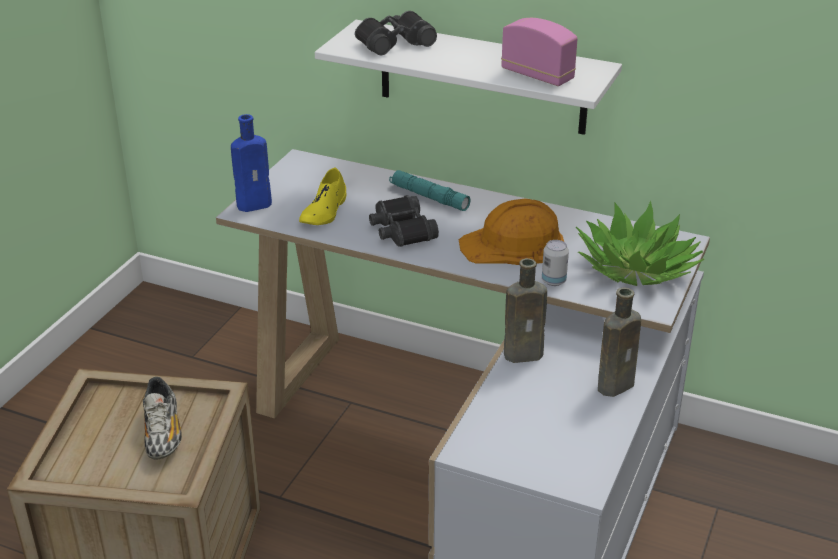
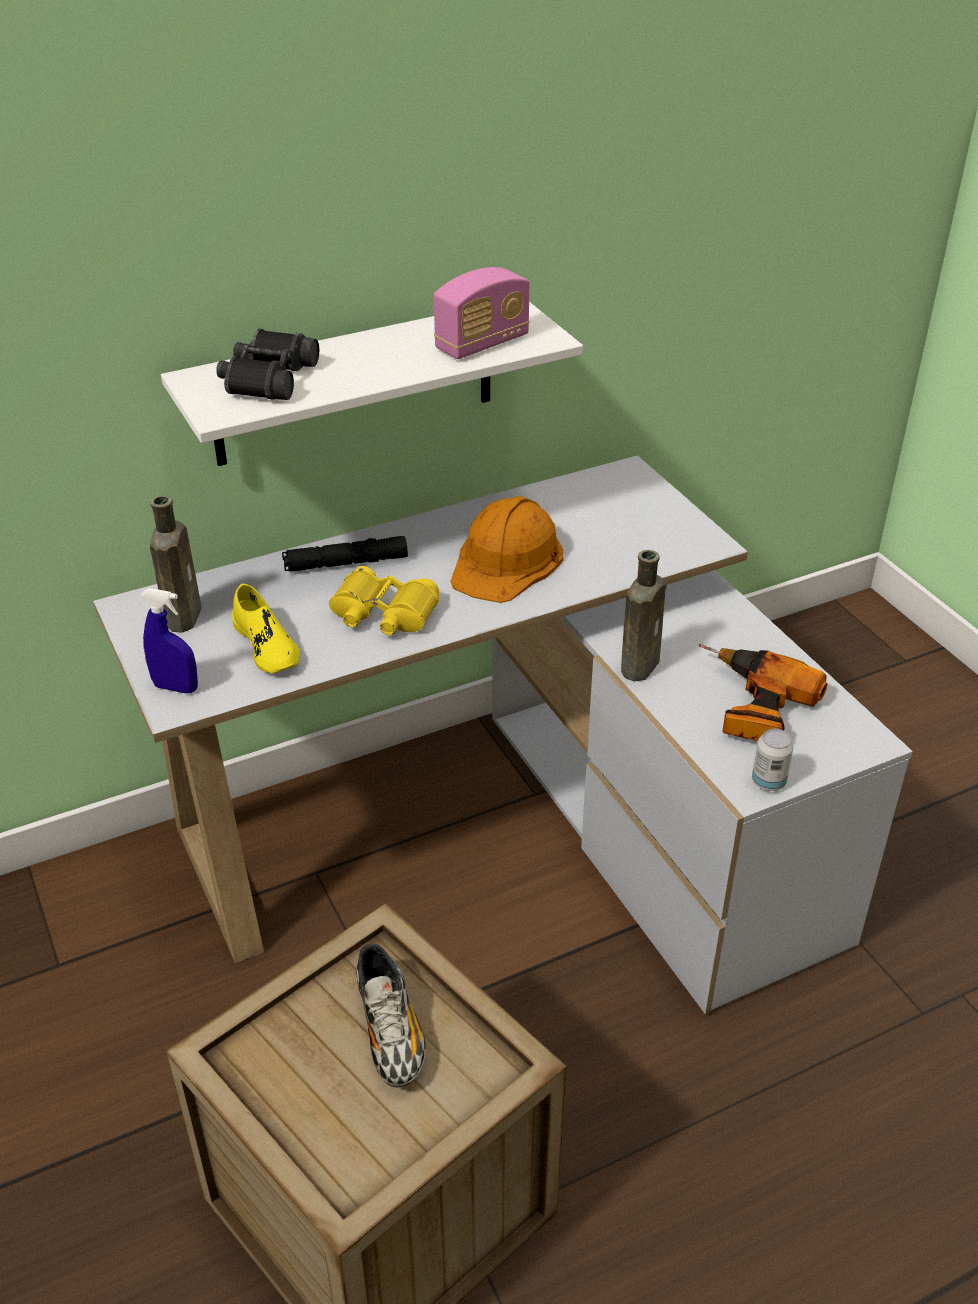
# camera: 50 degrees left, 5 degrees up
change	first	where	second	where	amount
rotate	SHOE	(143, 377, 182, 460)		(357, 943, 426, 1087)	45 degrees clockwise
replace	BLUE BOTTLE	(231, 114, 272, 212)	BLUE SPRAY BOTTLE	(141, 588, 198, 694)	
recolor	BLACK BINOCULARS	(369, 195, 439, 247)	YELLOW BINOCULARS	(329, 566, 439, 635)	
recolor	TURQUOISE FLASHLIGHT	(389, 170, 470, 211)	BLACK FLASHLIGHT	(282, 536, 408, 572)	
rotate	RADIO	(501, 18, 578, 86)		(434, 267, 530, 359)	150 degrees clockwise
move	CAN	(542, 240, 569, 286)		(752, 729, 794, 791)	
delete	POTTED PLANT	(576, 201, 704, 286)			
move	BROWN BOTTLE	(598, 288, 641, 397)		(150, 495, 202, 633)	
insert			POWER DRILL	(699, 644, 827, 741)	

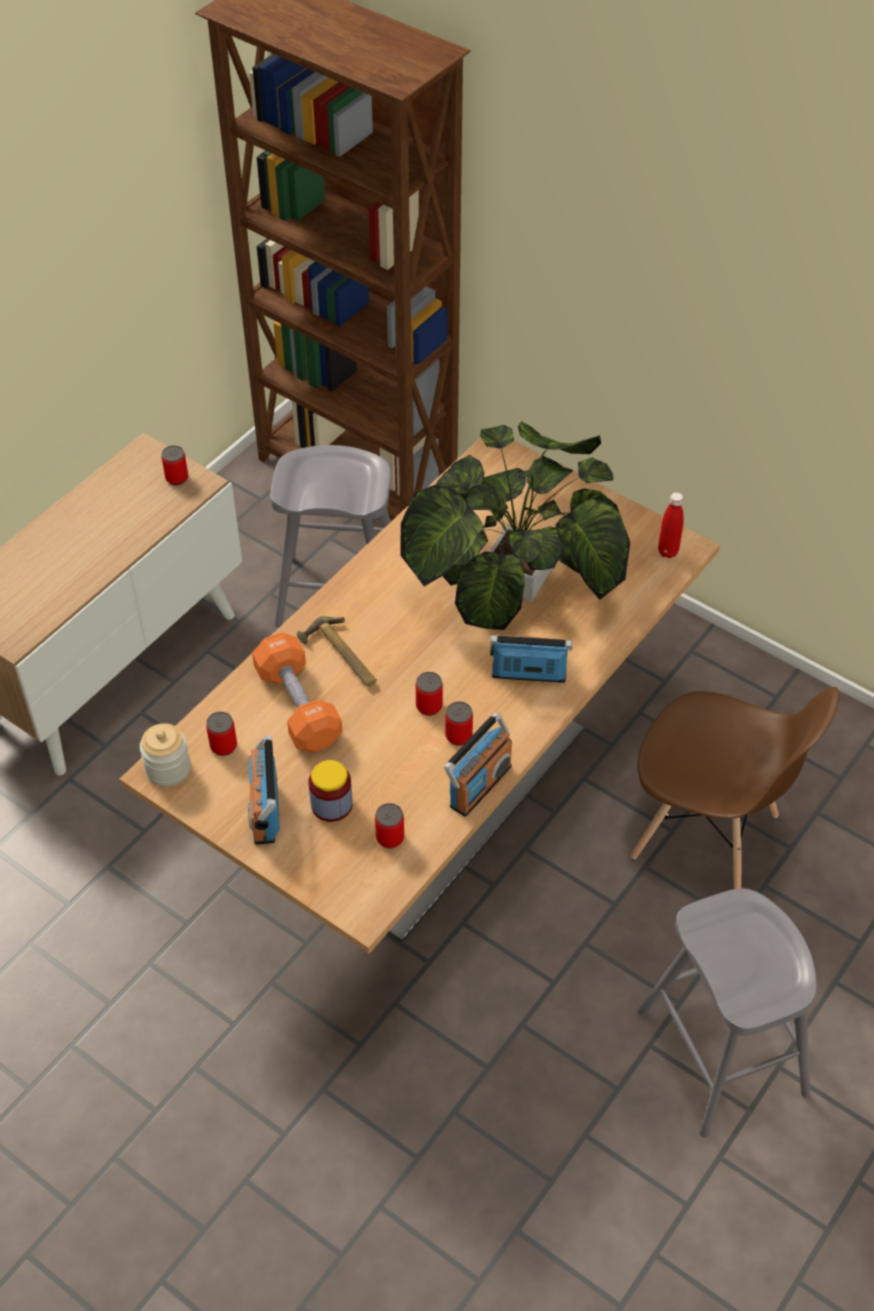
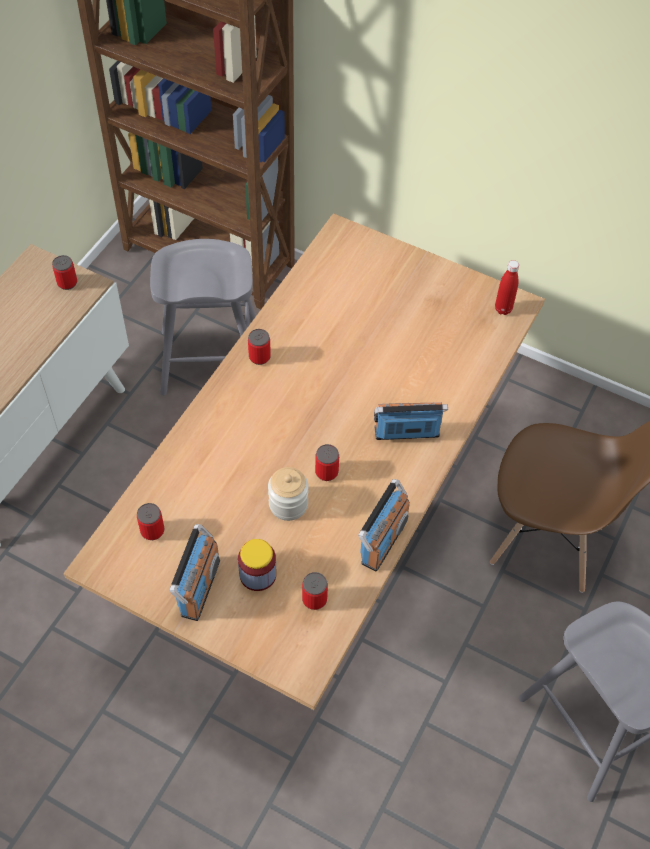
# camera: 10 degrees left, 5 degrees up
change	first	where	second	where	amount
move	JAR	(140, 723, 191, 787)		(268, 467, 309, 521)	
rotate	RADIO	(248, 735, 280, 845)		(170, 524, 220, 621)	150 degrees counterclockwise
delete	ORANGE DUMBBELL	(252, 632, 342, 752)			
delete	HAMMER	(297, 616, 377, 687)			
delete	POTTED PLANT	(401, 421, 630, 630)			
move	CAN	(445, 701, 473, 746)		(248, 329, 271, 365)	

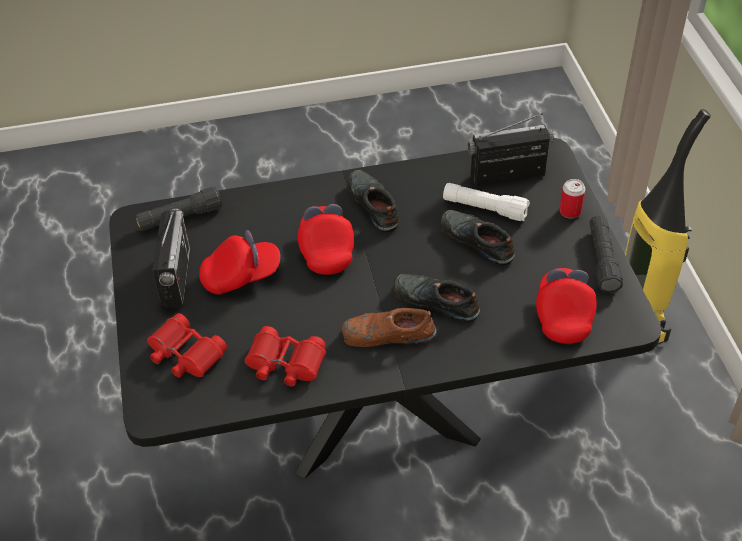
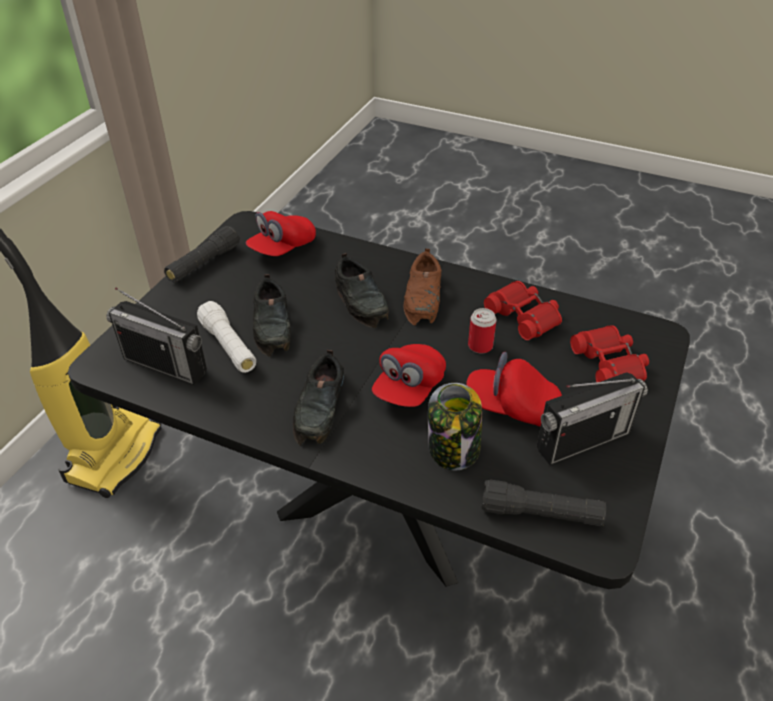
# camera: 145 degrees left, 5 degrees down
change	first	where	second	where	amount
rotate	RADIO	(152, 209, 190, 307)		(537, 372, 648, 465)	150 degrees counterclockwise
rotate	BROWN SHOE	(340, 308, 436, 347)		(403, 248, 441, 326)	60 degrees clockwise
move	CAN	(559, 179, 586, 219)		(468, 308, 496, 354)	
insert			JAR	(428, 383, 482, 470)	

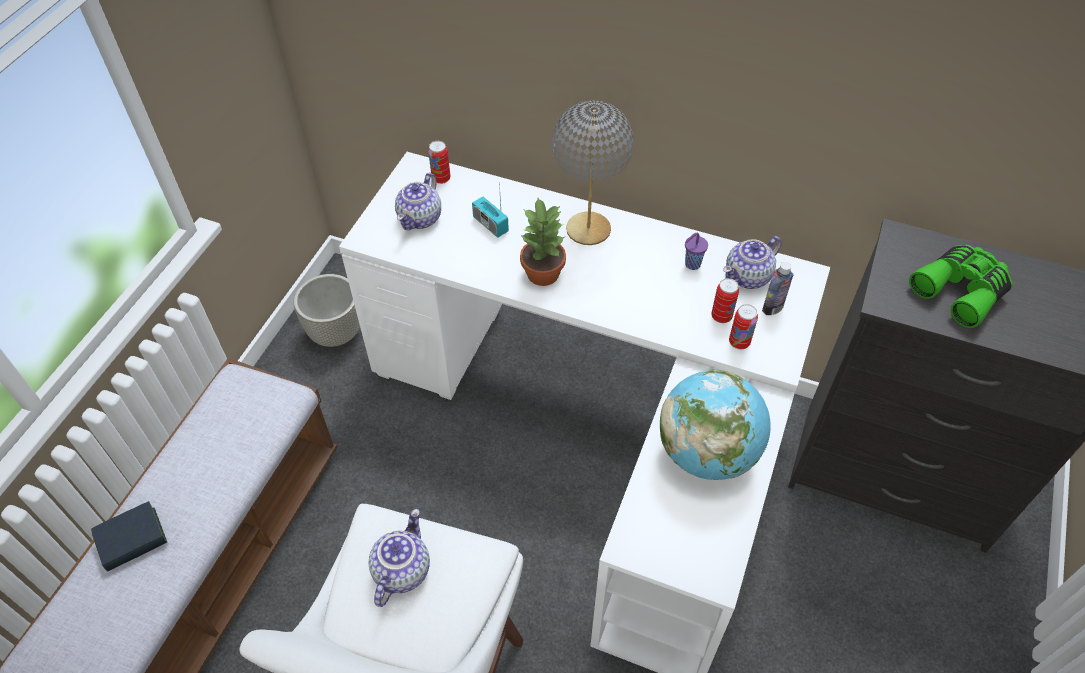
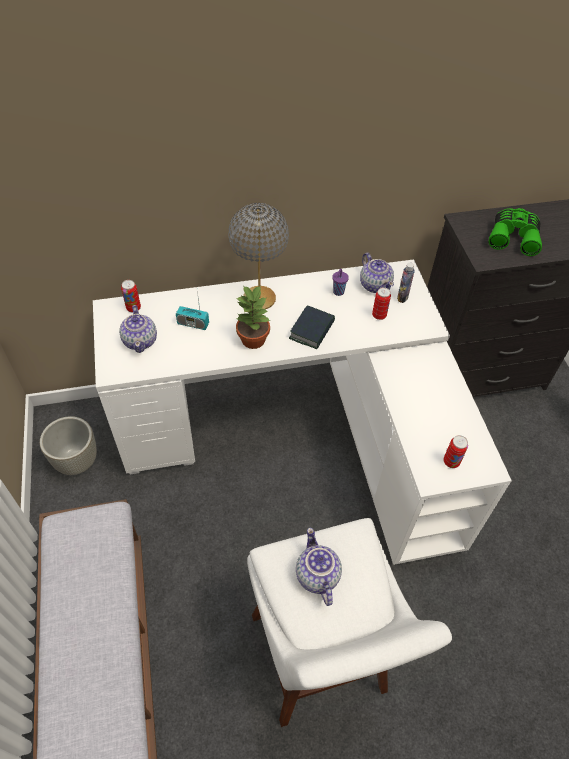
# camera: 35 degrees left, 0 degrees up
change	first	where	second	where	amount
move	BOOK	(91, 501, 167, 571)		(289, 305, 335, 349)	
delete	GLOBE	(660, 370, 771, 480)			
rotate	TEAPOT	(723, 236, 782, 289)		(360, 253, 394, 293)	45 degrees counterclockwise
move	CAN	(729, 304, 758, 349)		(444, 435, 468, 468)	

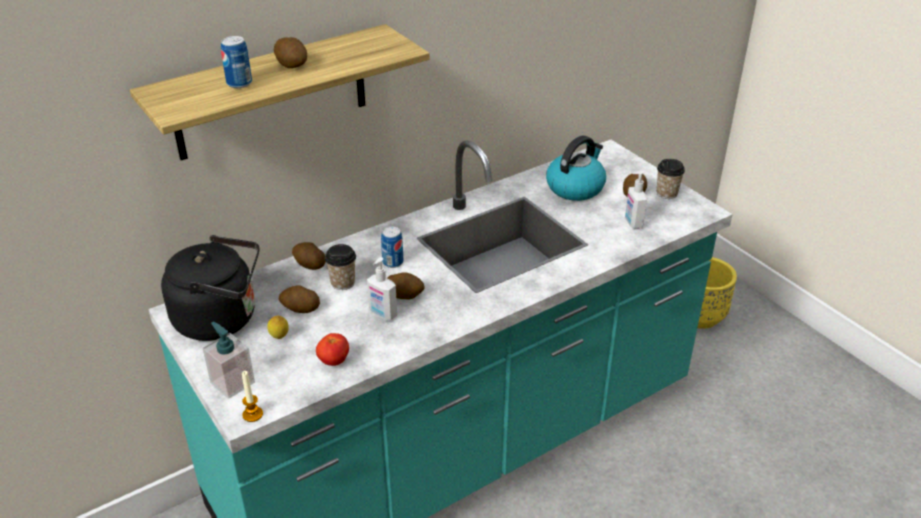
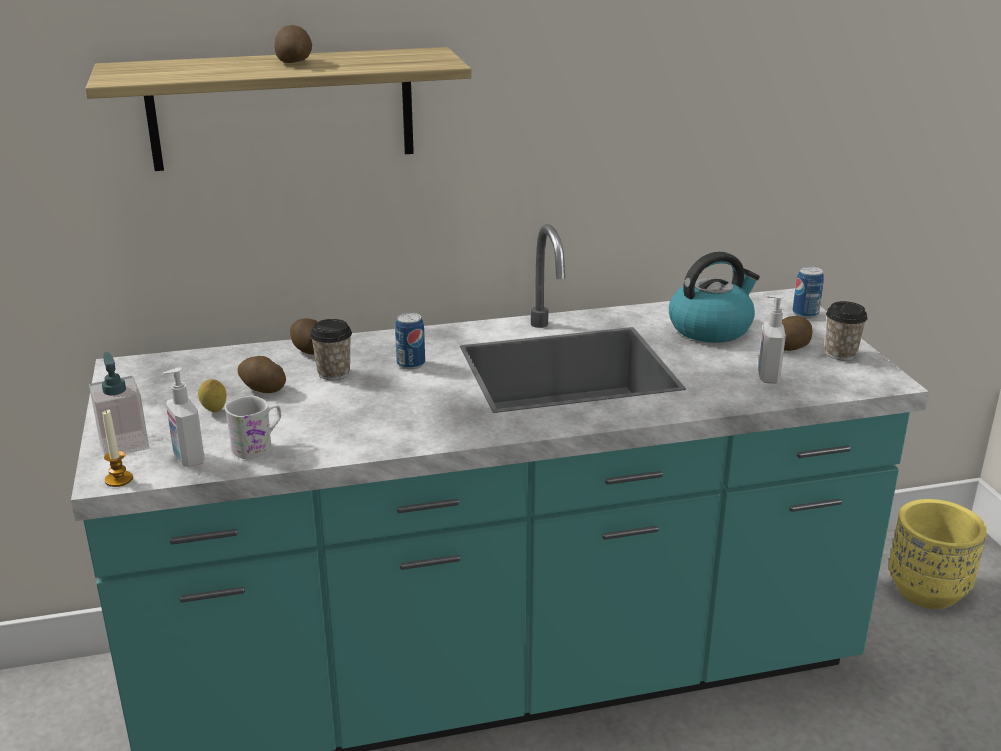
# camera: 20 degrees right, 10 degrees down
change	first	where	second	where	amount
delete	BLACK KETTLE	(161, 235, 259, 341)			
move	CAN	(221, 36, 252, 88)		(792, 266, 824, 318)	
replace	TOMATO	(316, 333, 349, 366)	WHITE MUG	(224, 396, 281, 459)	
move	SOAP DISPENSER	(367, 257, 397, 320)		(162, 367, 205, 468)	
delete	POTATO	(387, 272, 425, 300)			

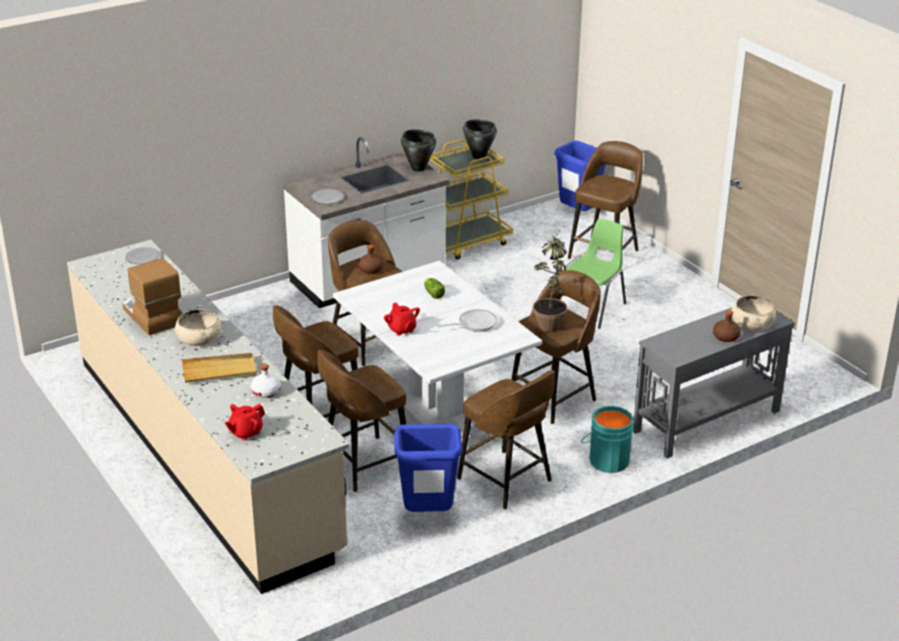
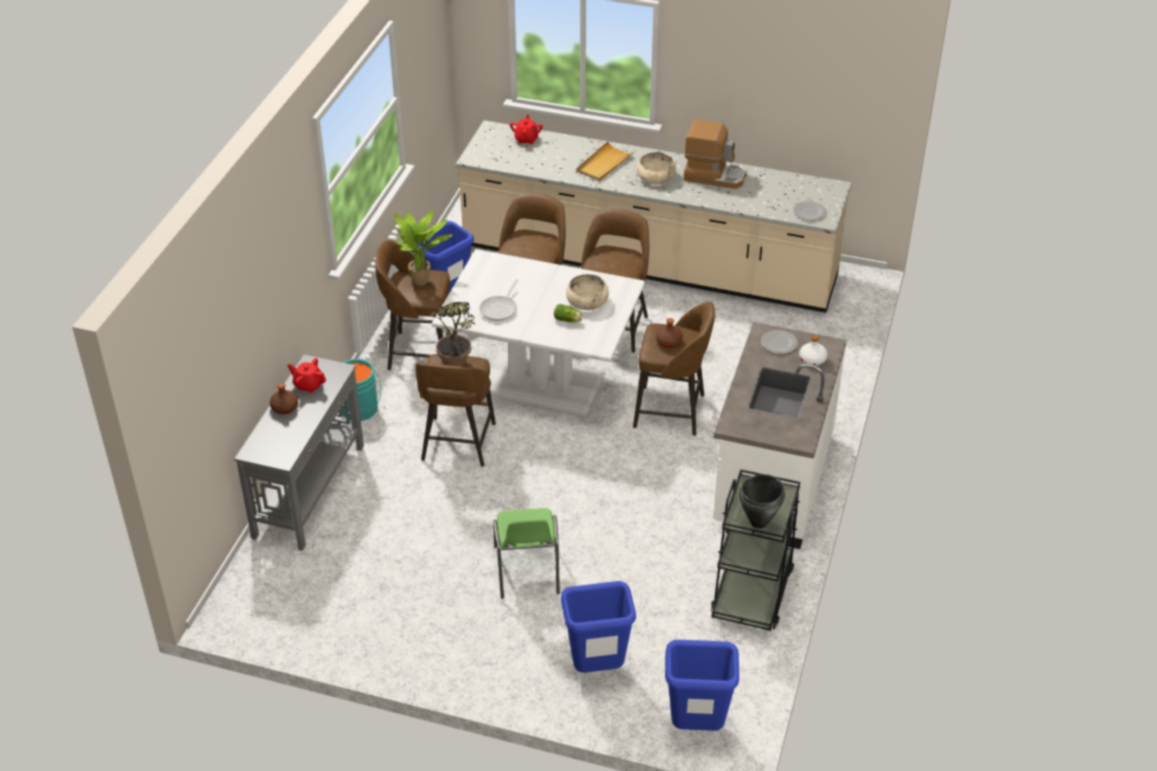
# camera: 140 degrees right, 10 degrees up
change	first	where	second	where	amount
move	WHITE BOTTLE	(251, 364, 281, 398)		(799, 335, 827, 366)	
move	RED TEAPOT	(384, 302, 420, 336)		(287, 358, 326, 393)	
delete	BLACK COOKING POT	(401, 129, 436, 171)			
recolor	YELLOW CART	(430, 139, 513, 260)	BLACK CART	(711, 469, 800, 631)	
replace	BROWN STOOL	(568, 141, 643, 259)	BLUE TRASH CAN	(561, 581, 636, 673)	
move	BEIGE BOWL	(731, 296, 776, 331)		(566, 274, 609, 310)	
insert			POTTED PLANT	(394, 209, 453, 286)	

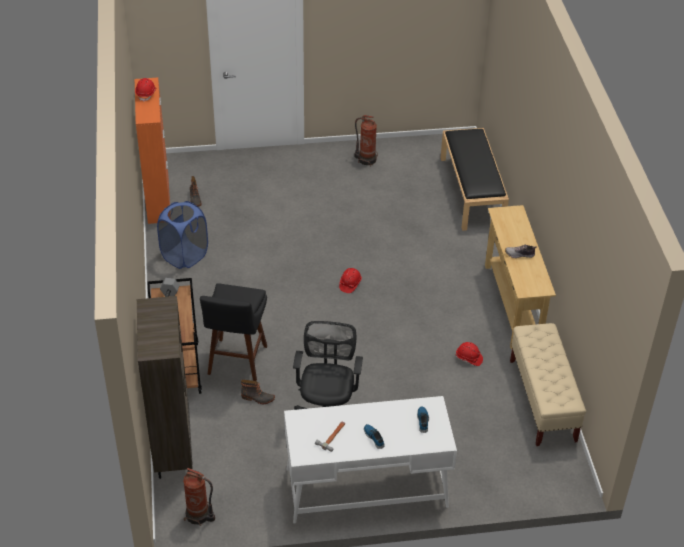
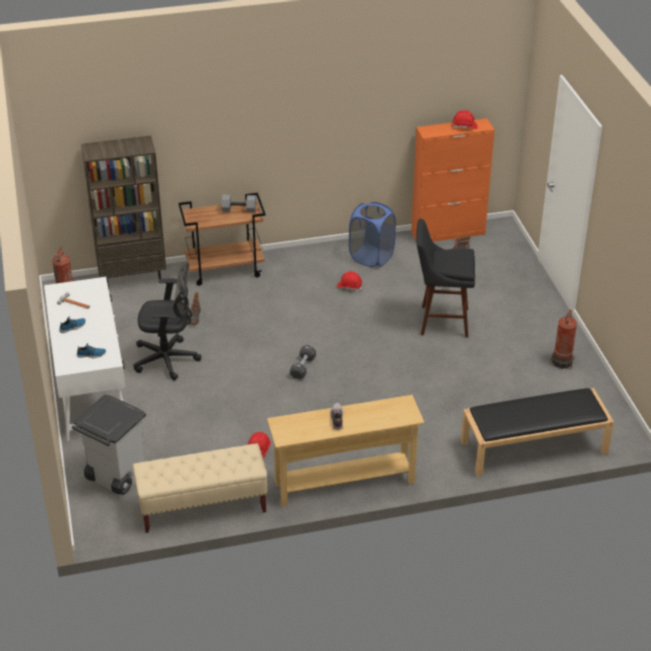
# camera: 85 degrees right, 5 degrees down
change	first	where	second	where	amount
move	BLACK STOOL	(200, 284, 267, 381)		(416, 219, 475, 338)	
move	RED HARD HAT	(339, 268, 362, 293)		(337, 271, 362, 291)	
insert			GREY TRASH CAN	(72, 394, 146, 495)	
insert			BLACK DUMBBELL	(290, 345, 316, 380)	

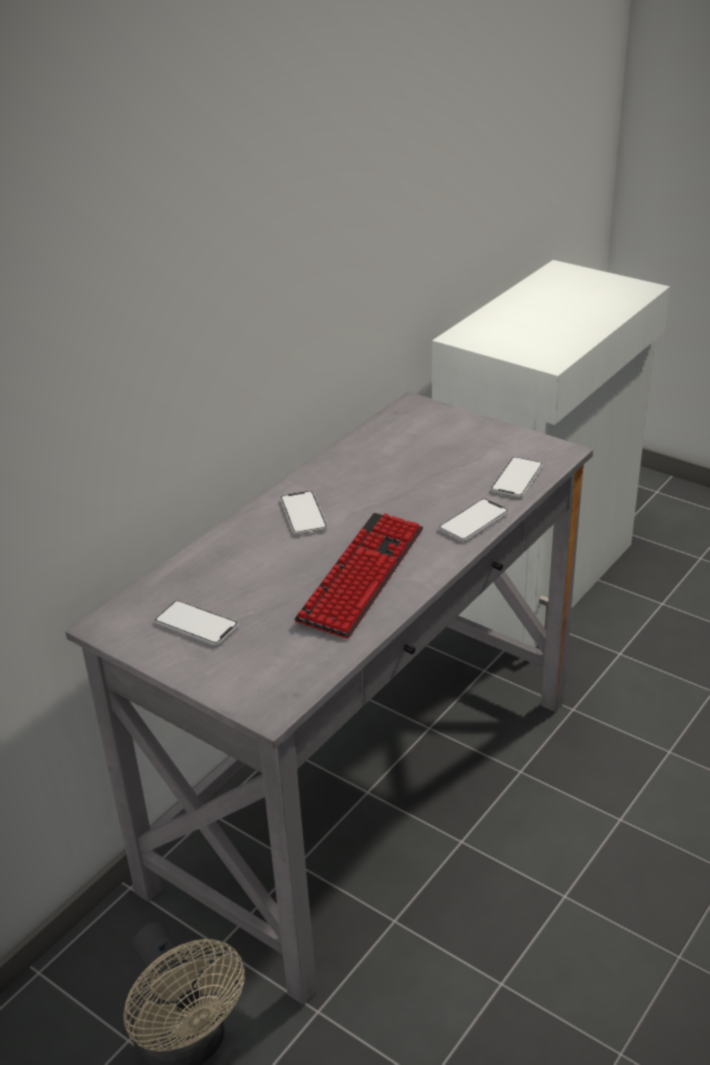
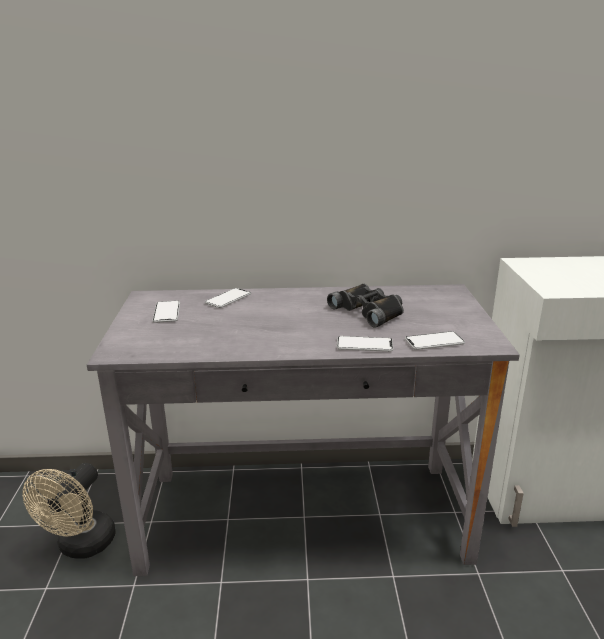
# camera: 50 degrees right, 10 degrees down
change	first	where	second	where	amount
move	PHONE	(280, 491, 328, 535)		(205, 288, 251, 308)	
delete	KEYBOARD	(294, 513, 423, 639)			
insert			BLACK BINOCULARS	(327, 284, 404, 328)	

